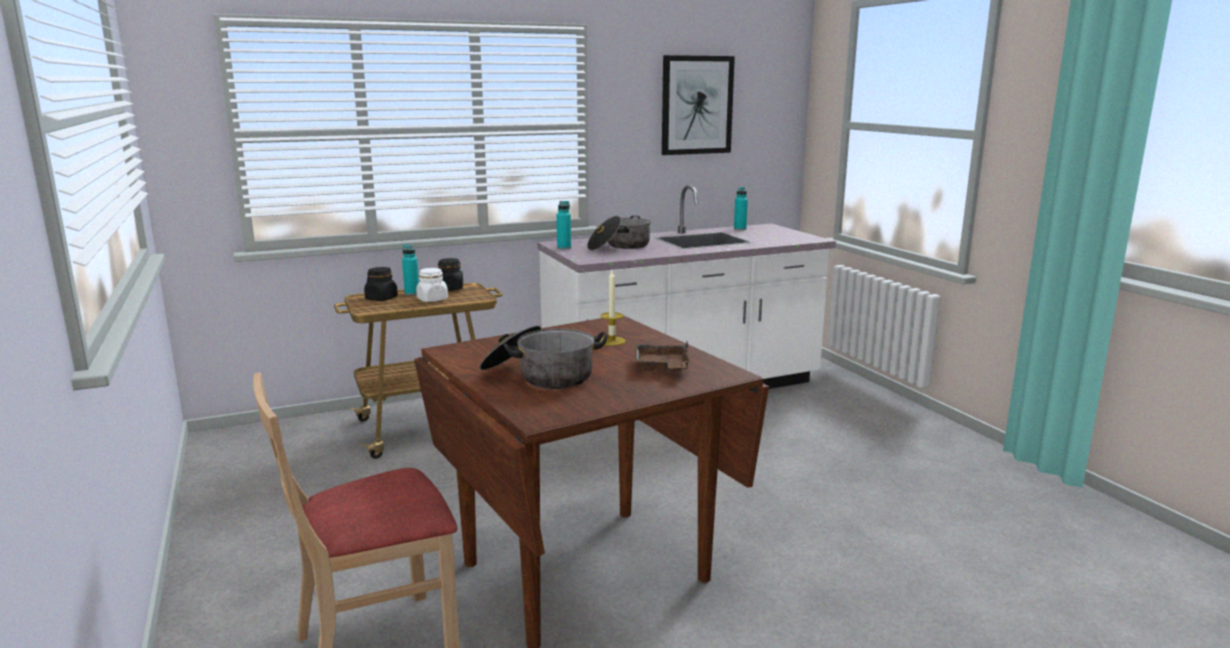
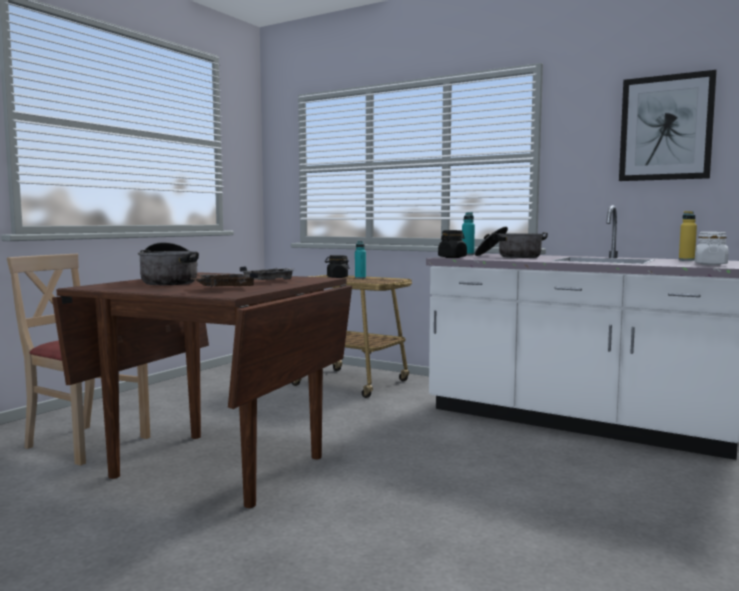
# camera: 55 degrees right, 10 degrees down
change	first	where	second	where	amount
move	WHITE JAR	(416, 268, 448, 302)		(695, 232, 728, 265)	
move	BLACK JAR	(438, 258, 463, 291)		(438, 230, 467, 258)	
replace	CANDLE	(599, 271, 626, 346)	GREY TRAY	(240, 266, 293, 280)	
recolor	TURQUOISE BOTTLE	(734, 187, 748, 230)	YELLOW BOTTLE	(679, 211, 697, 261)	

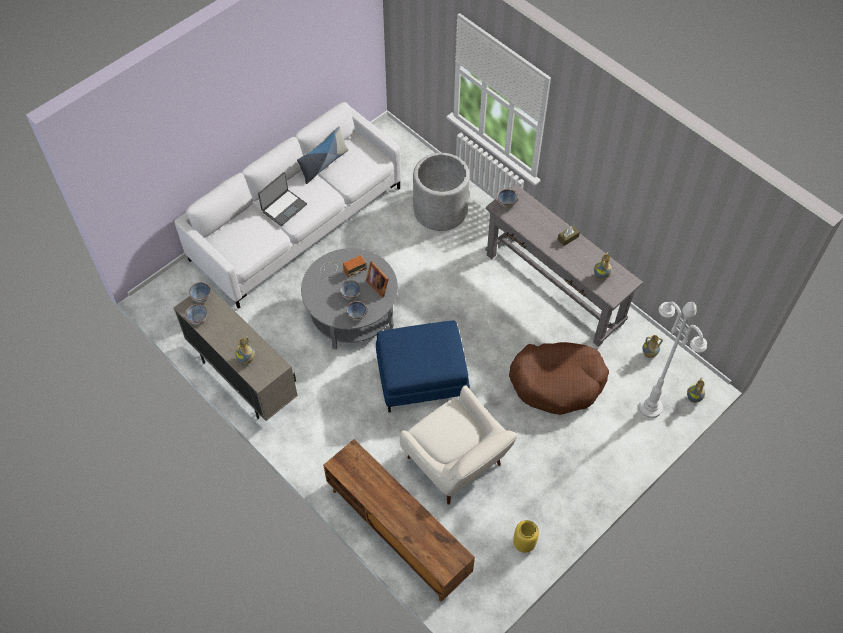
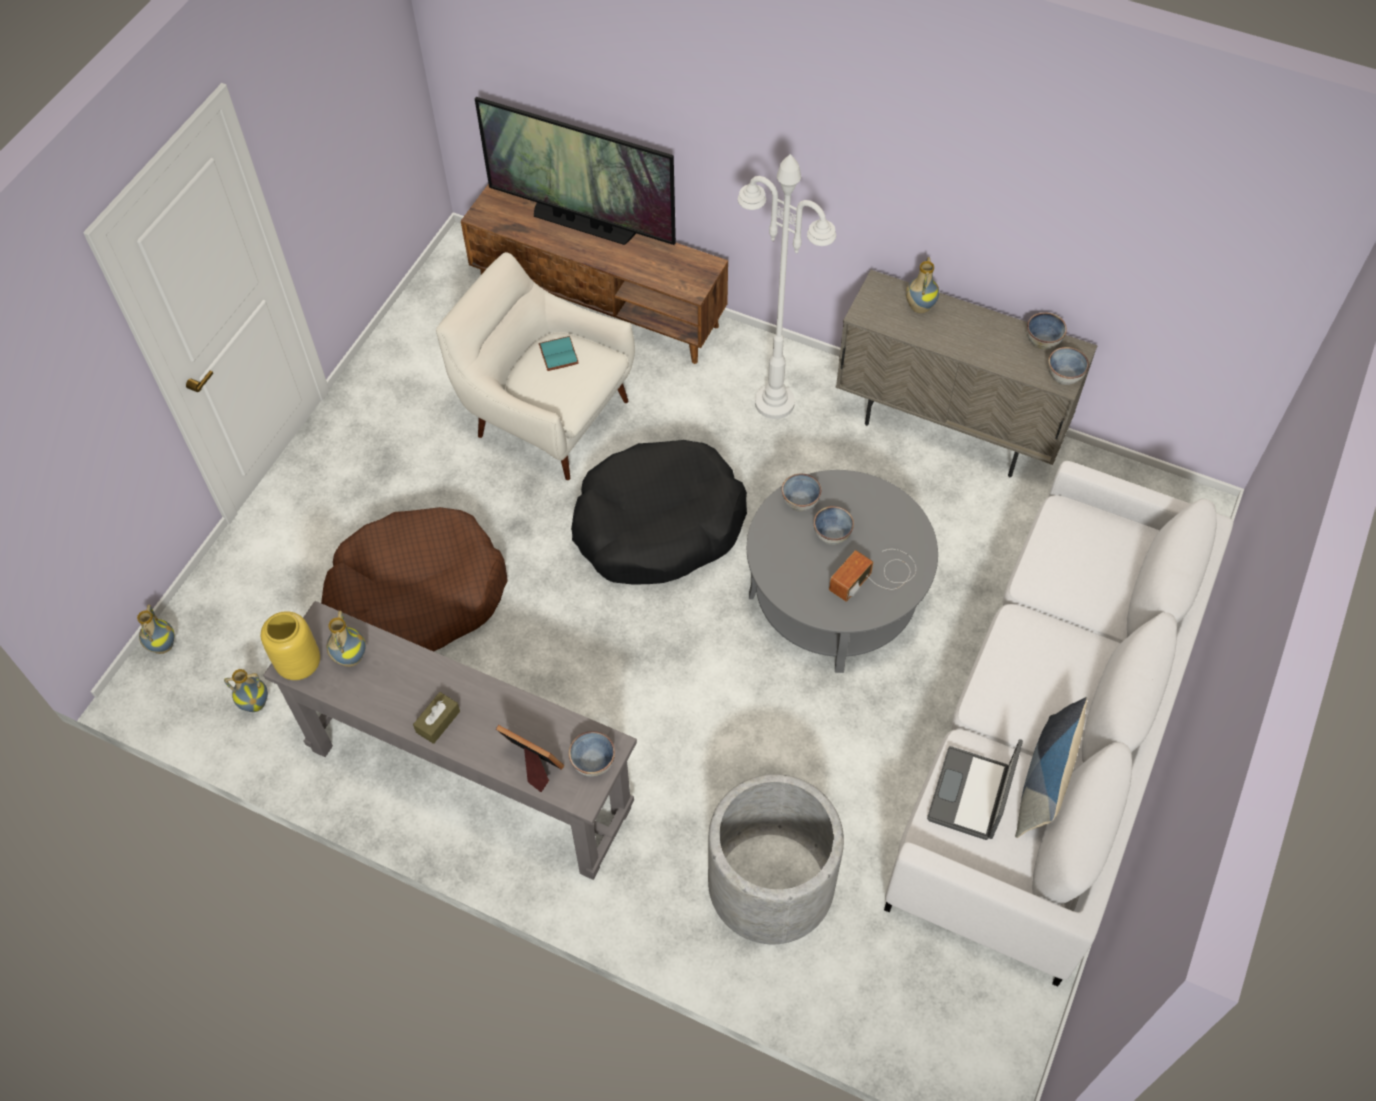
# camera: 160 degrees right, 0 degrees up
change	first	where	second	where	amount
move	LAPTOP	(258, 172, 307, 226)		(927, 739, 1023, 840)	
move	PICTURE FRAME	(366, 261, 389, 298)		(496, 725, 564, 792)	
replace	BLUE OTTOMAN	(376, 321, 470, 412)	BLACK DOG BED	(571, 440, 747, 585)	
move	YELLOW VASE	(513, 520, 539, 553)		(261, 611, 320, 680)	
move	WHITE FLOOR LAMP	(639, 301, 707, 418)		(738, 154, 836, 419)	
insert			TELEVISION	(475, 97, 676, 245)	
insert			TURQUOISE BOOK	(538, 336, 579, 371)	

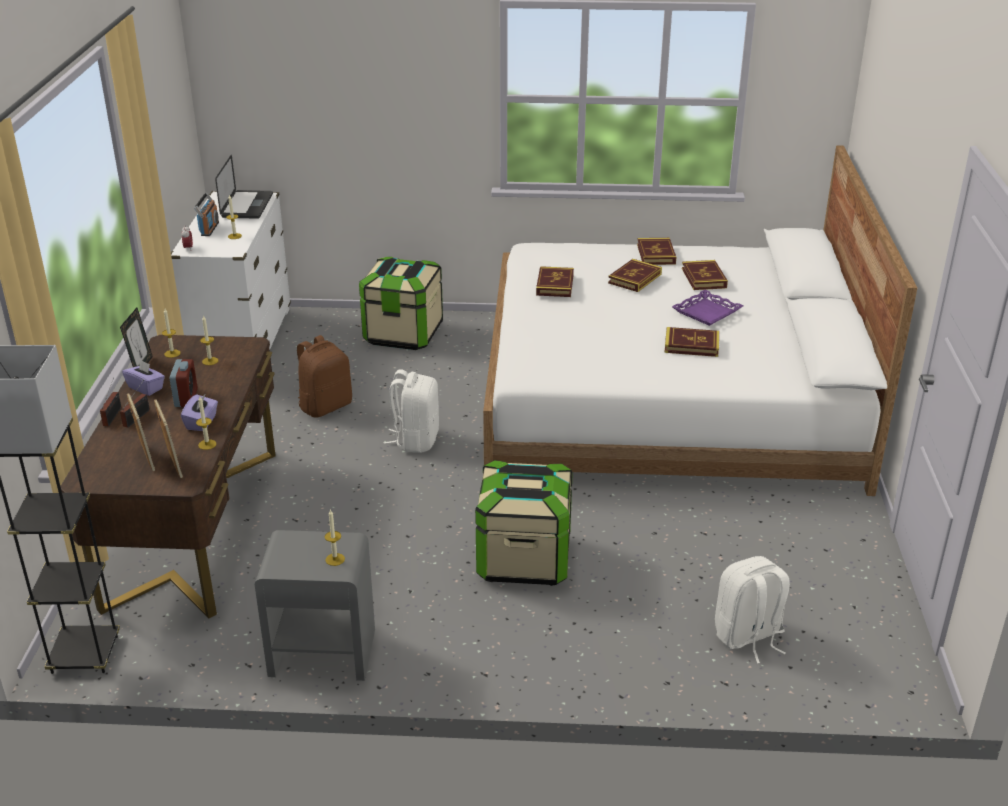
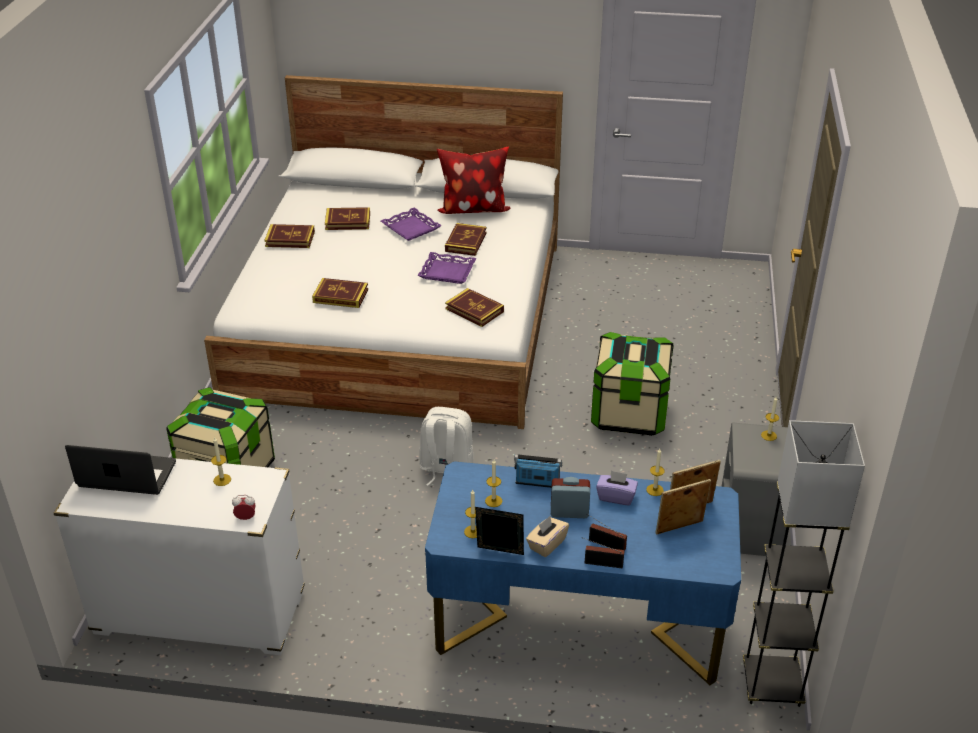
# camera: 85 degrees left, 5 degrees up
change	first	where	second	where	amount
recolor	BROWN DESK	(60, 335, 276, 618)	BLUE DESK	(425, 461, 741, 685)	
recolor	PURPLE TISSUE BOX	(122, 360, 165, 396)	BEIGE TISSUE BOX	(526, 516, 569, 557)	
move	RADIO	(194, 192, 219, 236)		(514, 454, 563, 488)	
delete	BROWN BACKPACK	(297, 335, 352, 418)			
move	BOOK	(608, 259, 662, 292)		(445, 288, 504, 327)	
delete	WHITE BACKPACK	(715, 556, 790, 664)			
insert			PURPLE TRAY	(418, 252, 477, 284)	
insert			PILLOW	(437, 147, 510, 214)	

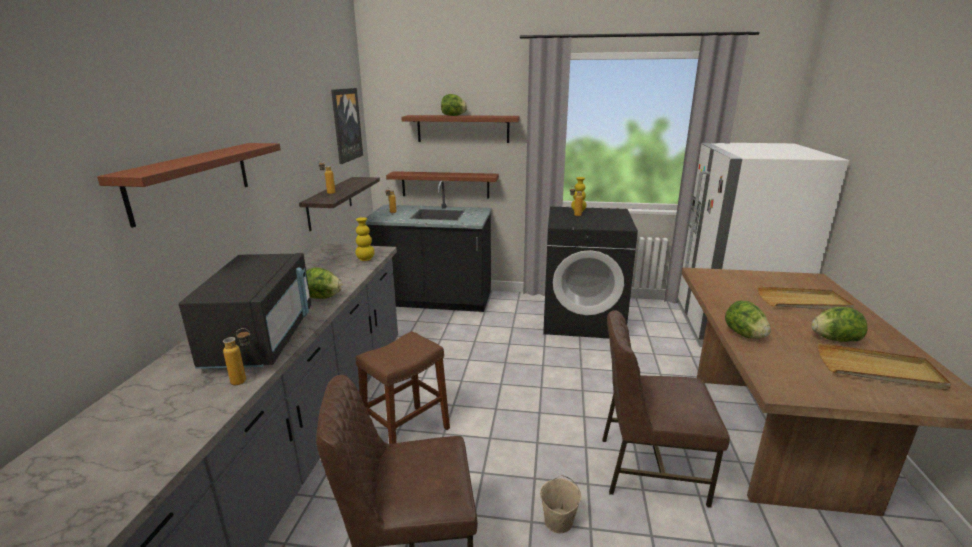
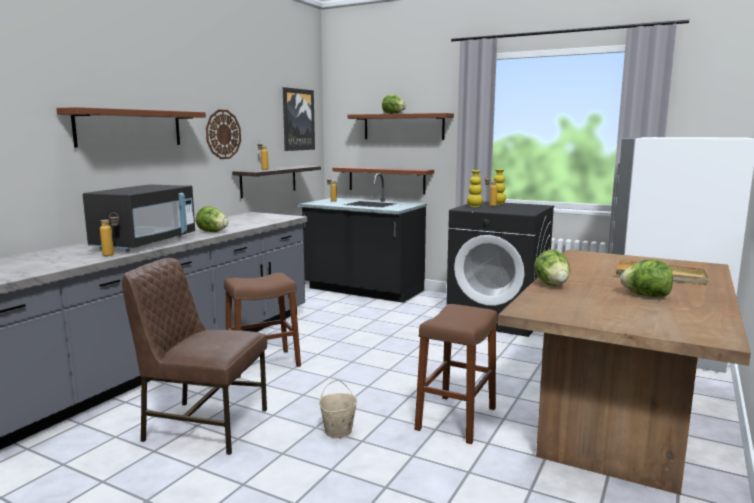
# camera: 20 degrees right, 10 degrees down
change	first	where	second	where	amount
move	YELLOW VASE	(355, 217, 375, 261)		(467, 170, 483, 207)	
replace	BROWN CHAIR	(602, 310, 730, 508)	BROWN STOOL	(415, 304, 498, 444)	
delete	BEIGE TRAY	(818, 343, 952, 390)			
insert			WALL CLOCK	(206, 109, 241, 159)	

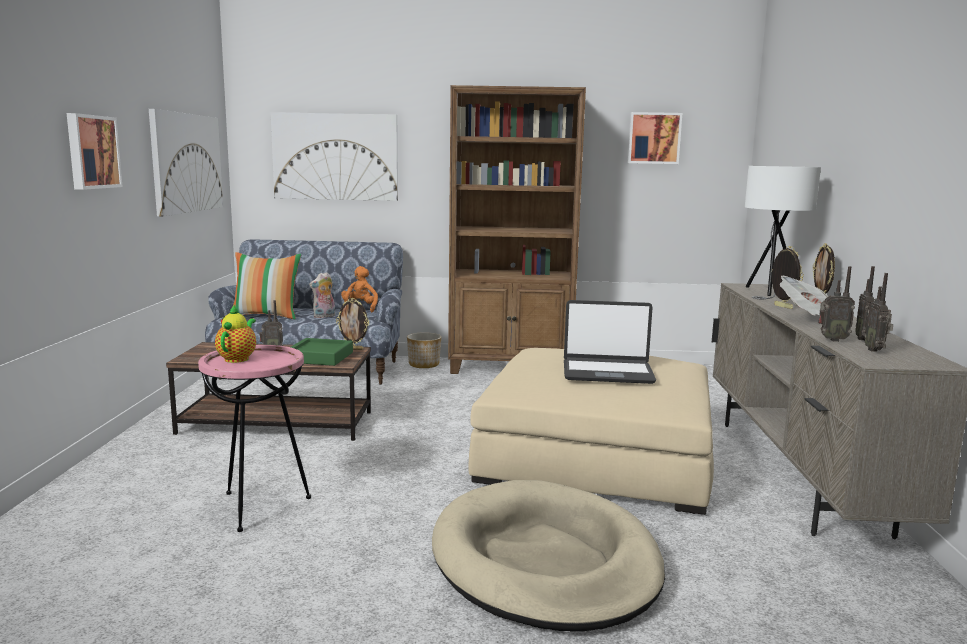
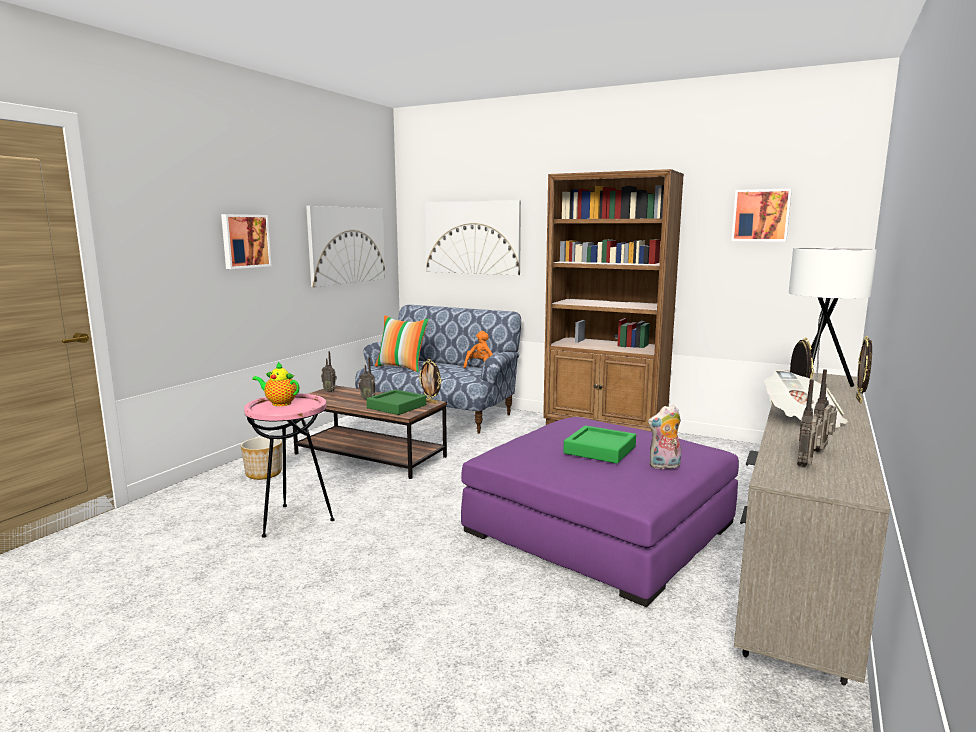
# camera: 25 degrees right, 0 degrees up
change	first	where	second	where	amount
rotate	TEAPOT	(215, 305, 256, 363)		(252, 362, 299, 406)	105 degrees counterclockwise
move	PLUSH TOY	(309, 272, 335, 318)		(648, 405, 681, 470)	
move	PLANTER	(407, 332, 441, 368)		(241, 437, 282, 480)	
delete	BEIGE DOG BED	(432, 480, 665, 631)			
recolor	BEIGE OTTOMAN	(469, 348, 714, 515)	PURPLE OTTOMAN	(461, 417, 739, 607)	
replace	LAPTOP	(564, 300, 656, 384)	GREEN TRAY	(563, 425, 636, 464)	
move	RADIO	(818, 266, 855, 342)		(321, 351, 337, 392)	

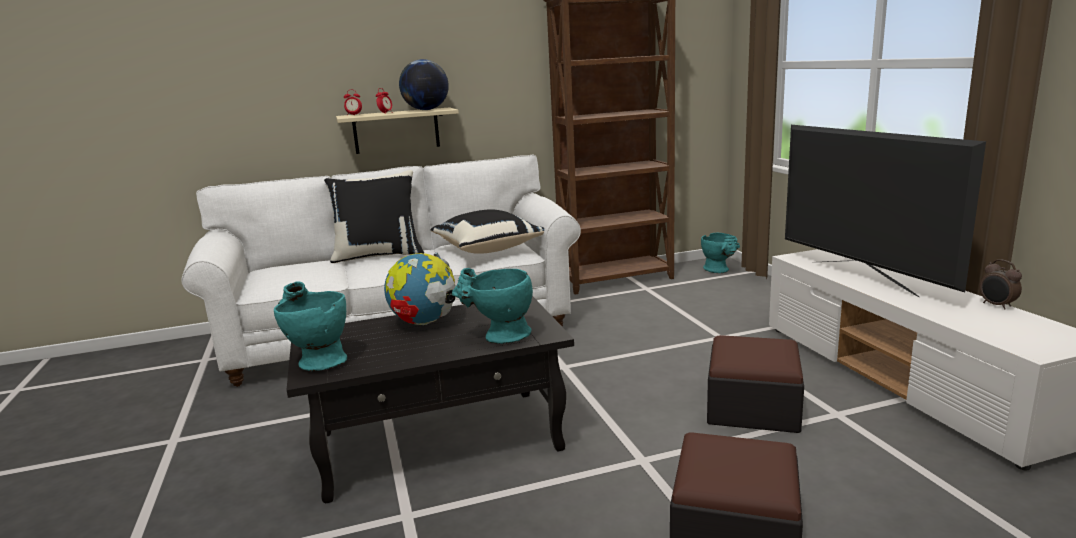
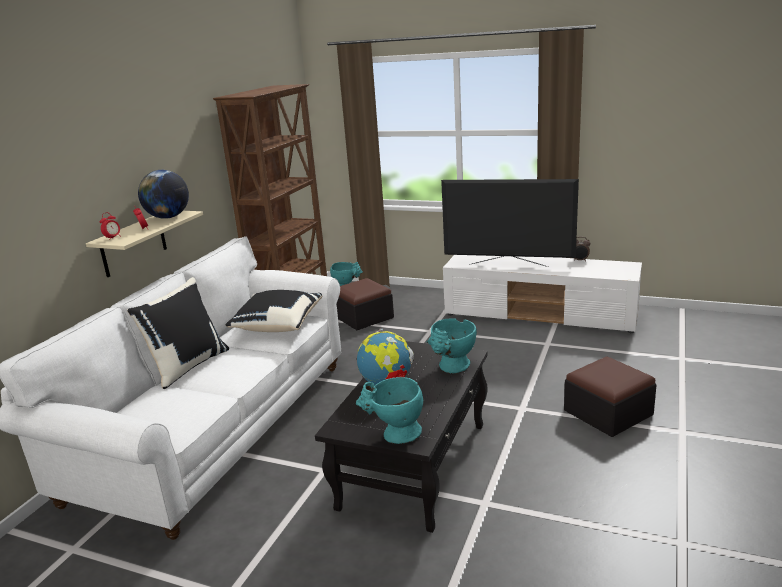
# camera: 50 degrees left, 5 degrees up
change	first	where	second	where	amount
move	OTTOMAN	(707, 335, 804, 433)		(337, 278, 394, 330)	

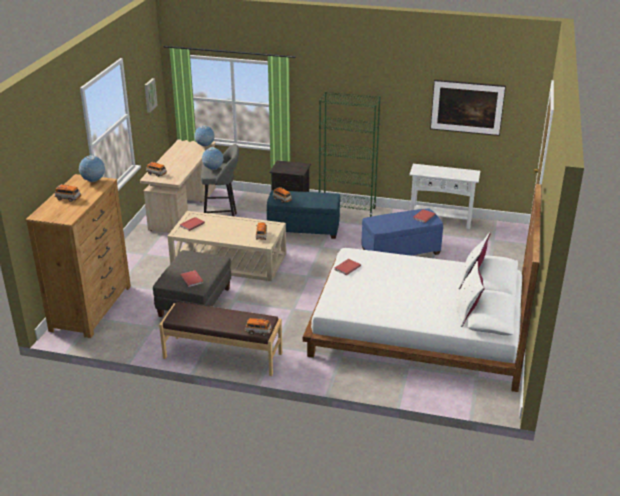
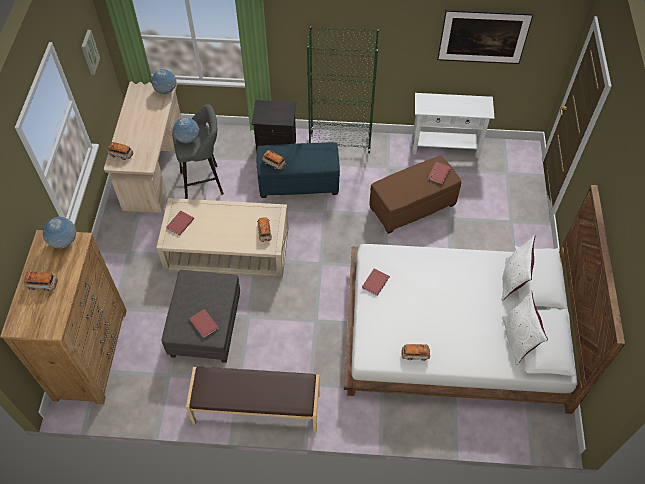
# camera: 10 degrees left, 25 degrees up
change	first	where	second	where	amount
move	TOY CAR	(245, 318, 272, 336)		(401, 344, 430, 361)	
recolor	BLUE OTTOMAN	(362, 209, 443, 256)	BROWN OTTOMAN	(369, 156, 461, 234)	

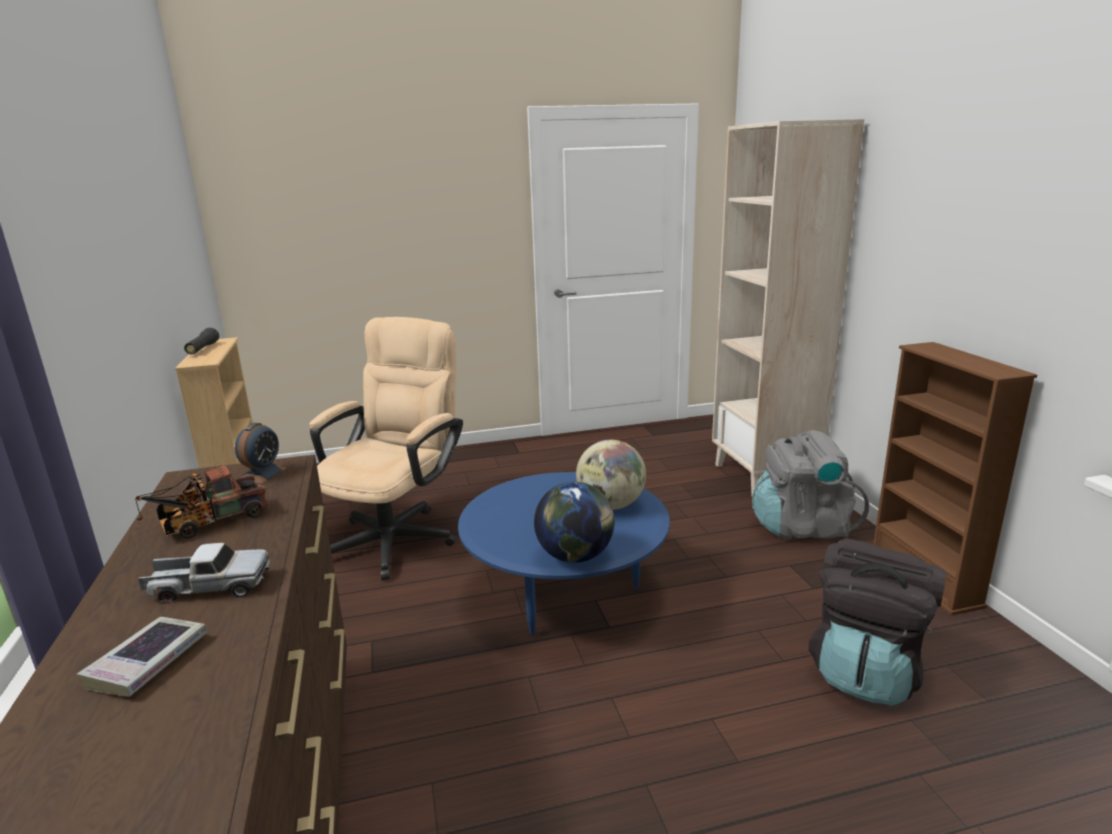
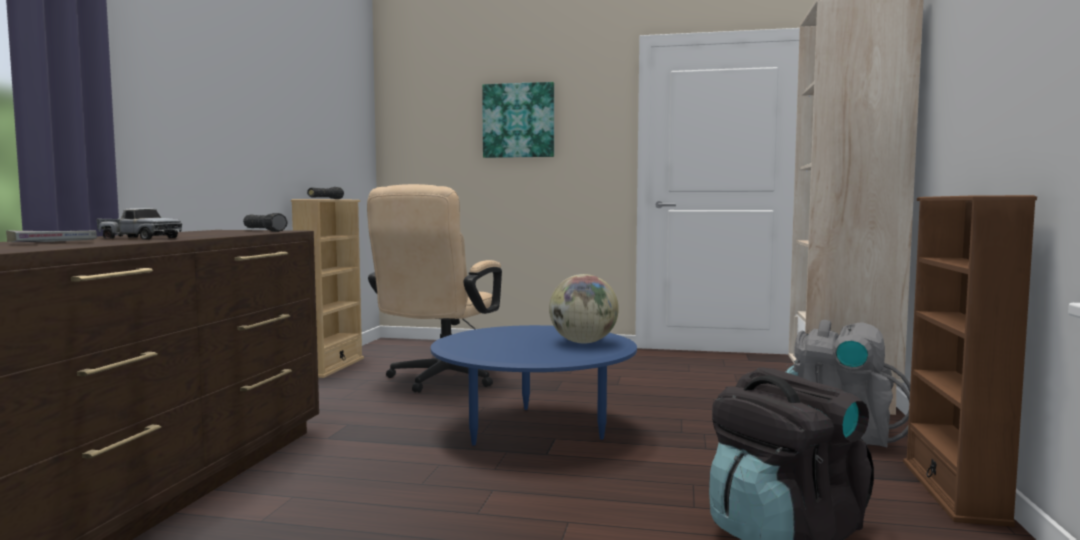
# camera: 25 degrees right, 15 degrees down
change	first	where	second	where	amount
delete	TOY TRUCK	(135, 465, 268, 539)			
replace	ALARM CLOCK	(235, 423, 287, 484)	BLACK FLASHLIGHT	(243, 213, 288, 232)	
rotate	BEIGE OFFICE CHAIR	(310, 317, 463, 580)		(367, 184, 502, 393)	150 degrees clockwise
delete	GLOBE	(534, 482, 614, 563)			
insert			PICTURE	(482, 82, 554, 158)	

